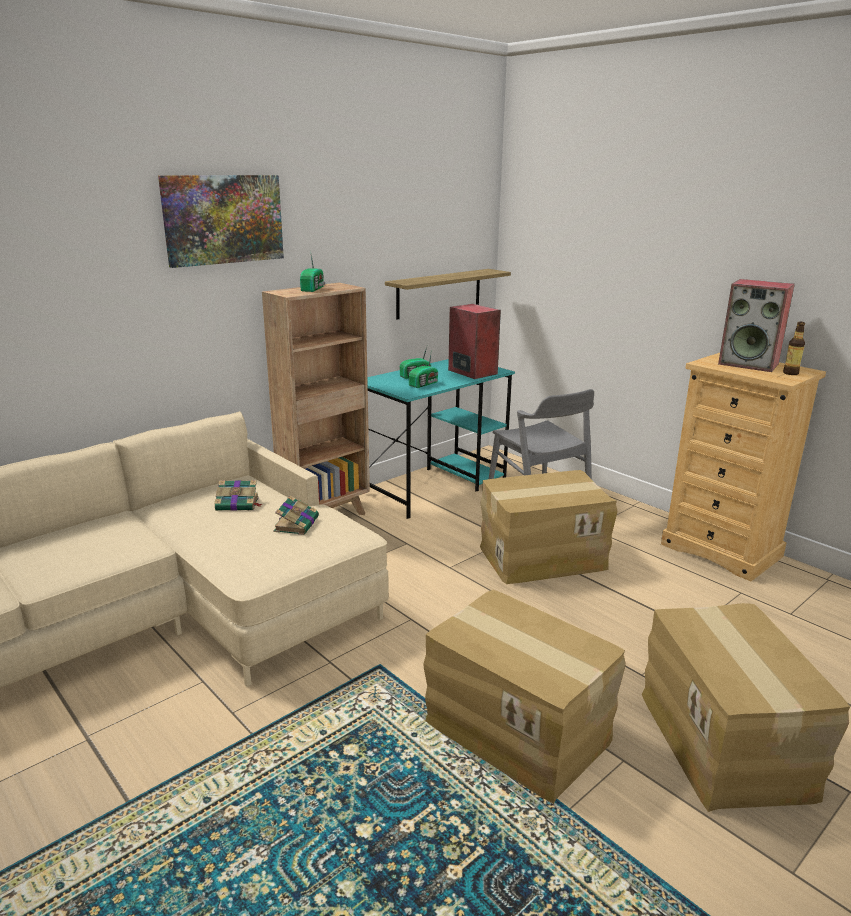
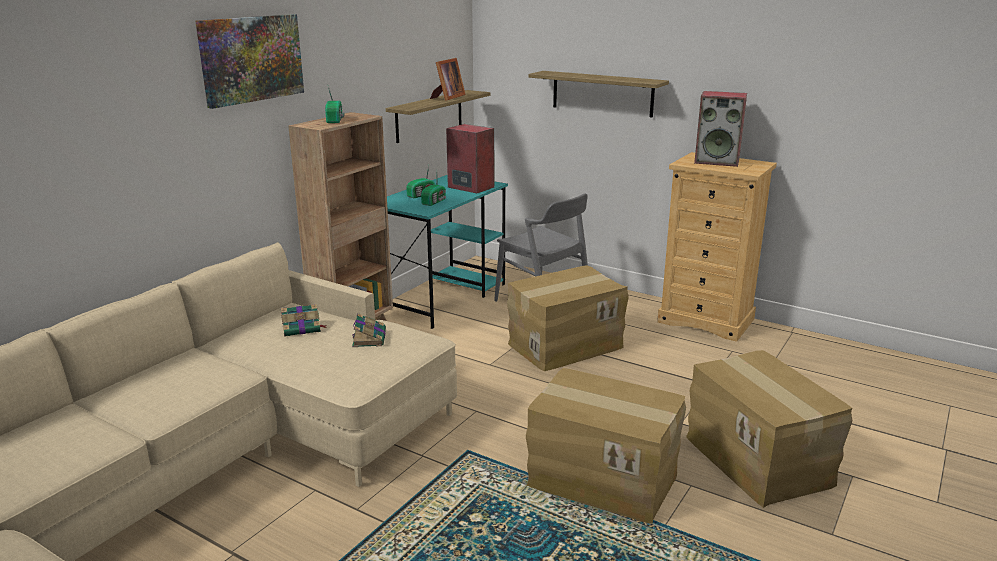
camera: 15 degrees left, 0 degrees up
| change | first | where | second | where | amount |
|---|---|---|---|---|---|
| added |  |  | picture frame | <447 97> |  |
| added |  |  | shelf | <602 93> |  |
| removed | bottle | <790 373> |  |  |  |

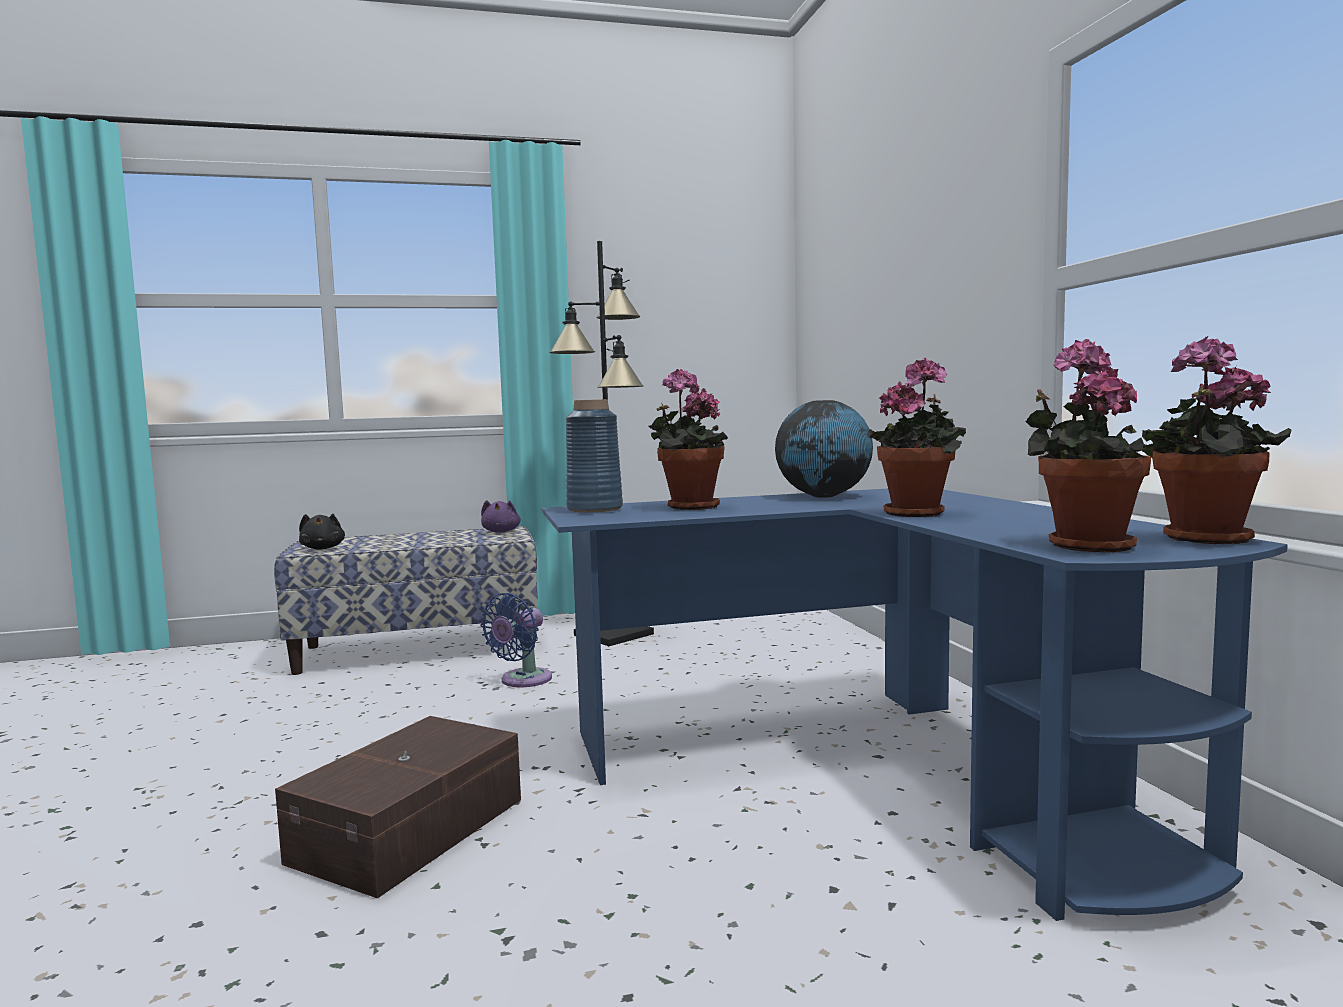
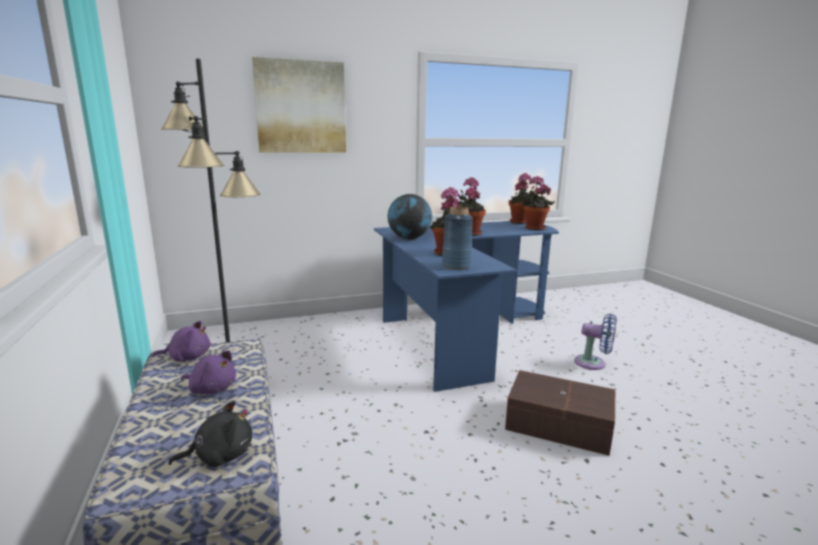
camera: 95 degrees left, 10 degrees up
| change | first | where | second | where | amount |
|---|---|---|---|---|---|
| added |  |  | plush toy (purple) | <211 389> |  |
| added |  |  | picture | <301 107> |  |
| moved | fan (blue) | <522 680> |  | <593 363> |  |

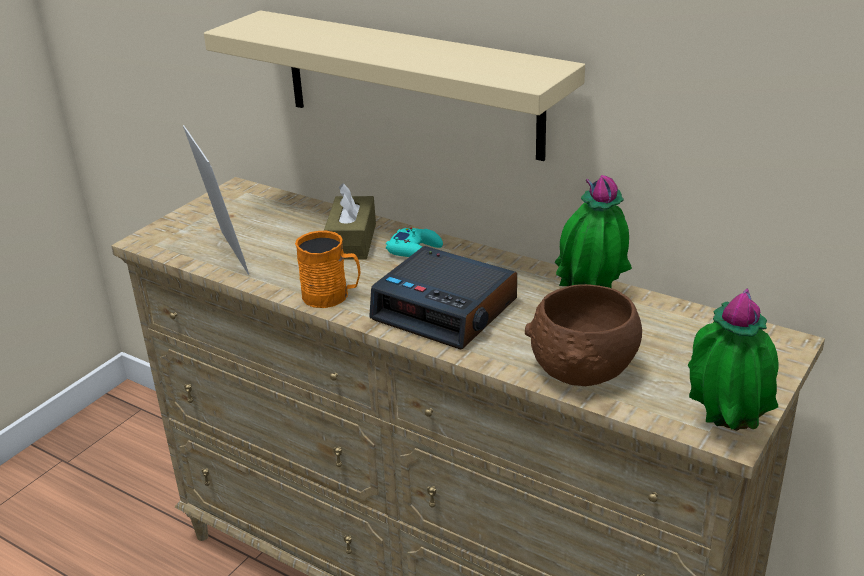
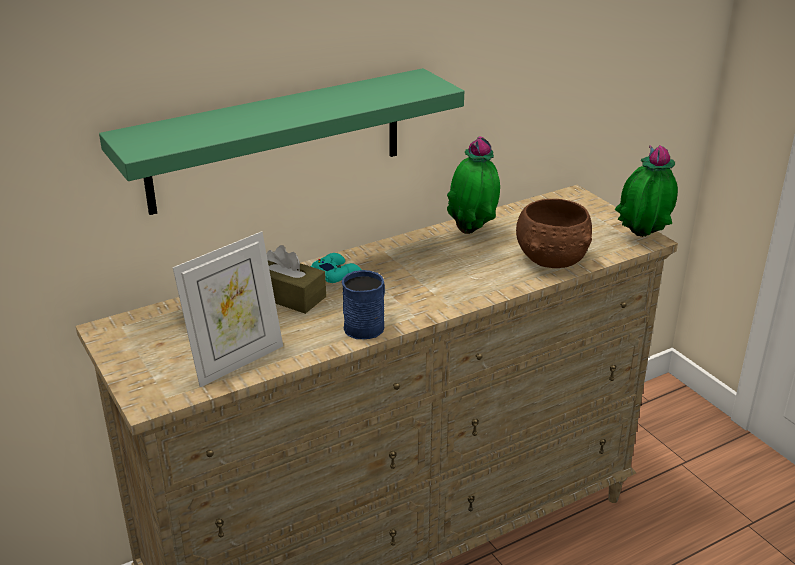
camera: 65 degrees left, 0 degrees up
| change | first | where | second | where | amount |
|---|---|---|---|---|---|
| recoloured | shelf (beige) | <410 83> | shelf (green) | <276 141> |  |
| turned | picture frame | <225 255> |  | <236 361> | 135 degrees clockwise |
| recoloured | mug (orange) | <332 296> | mug (blue) | <367 325> |  |
| removed | alarm clock | <446 310> |  |  |  |

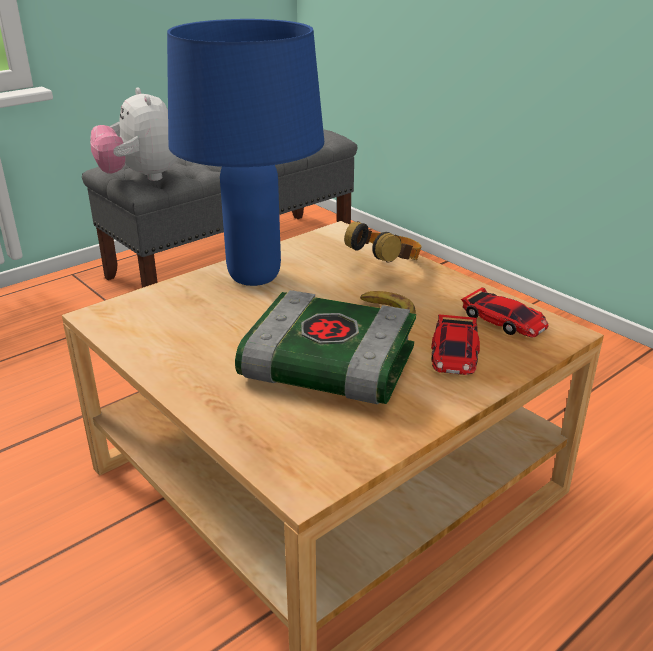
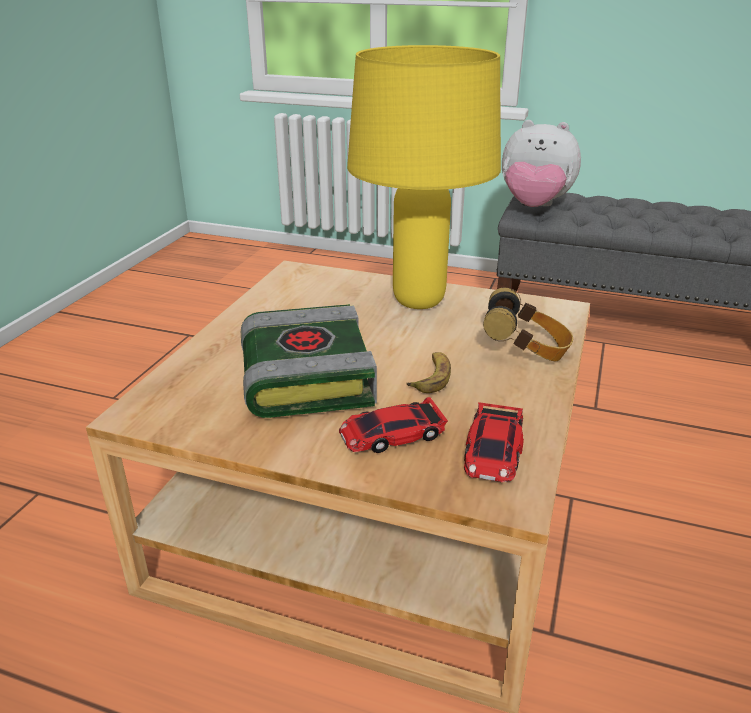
camera: 60 degrees right, 0 degrees up
| change | first | where | second | where | amount |
|---|---|---|---|---|---|
| recoloured | table lamp (blue) | <254 277> | table lamp (yellow) | <417 301> |  |
| turned | plush toy | <140 177> |  | <534 207> | 105 degrees counterclockwise |

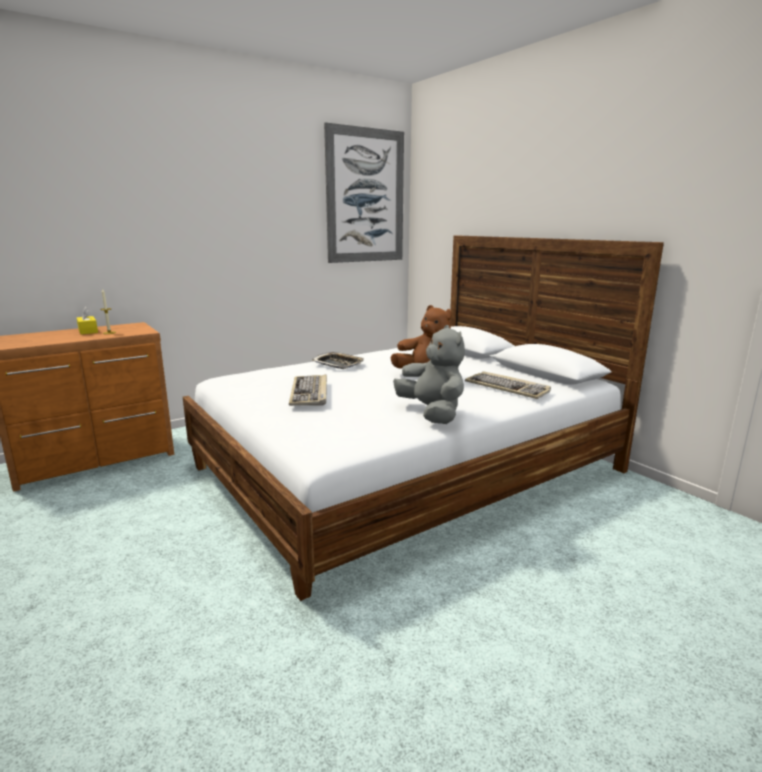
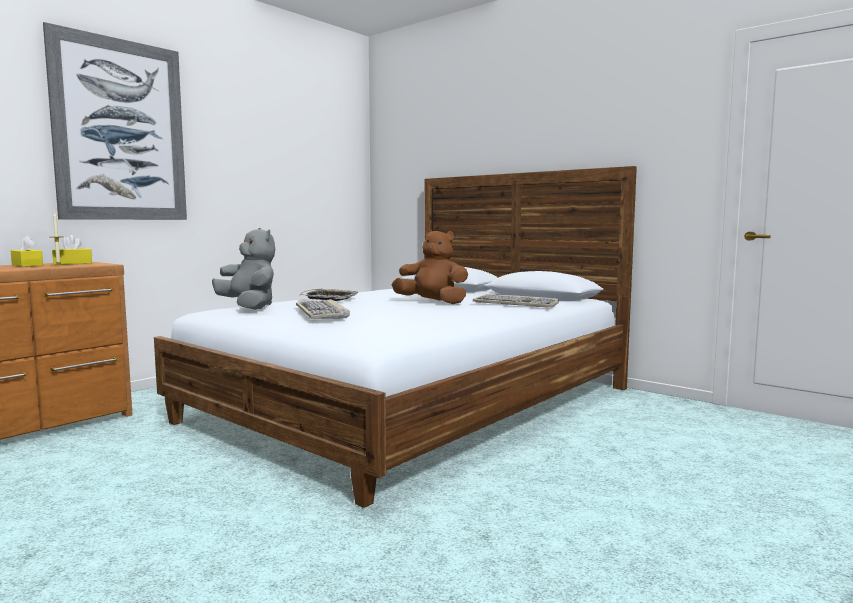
camera: 15 degrees left, 10 degrees down
| change | first | where | second | where | amount |
|---|---|---|---|---|---|
| moved | picture | <365 196> |  | <121 130> |  |
| added |  |  | tissue box (yellow) | <73 263> |  |
| moved | plush toy (grey) | <432 413> |  | <249 307> |  |

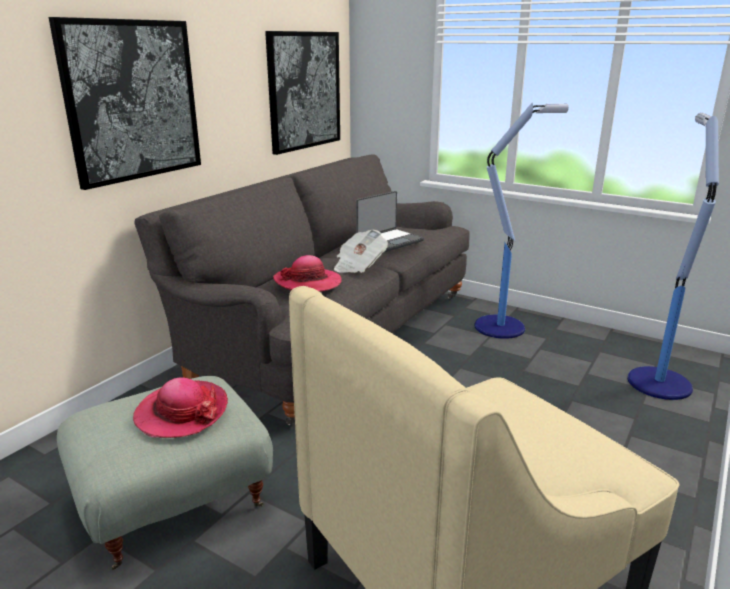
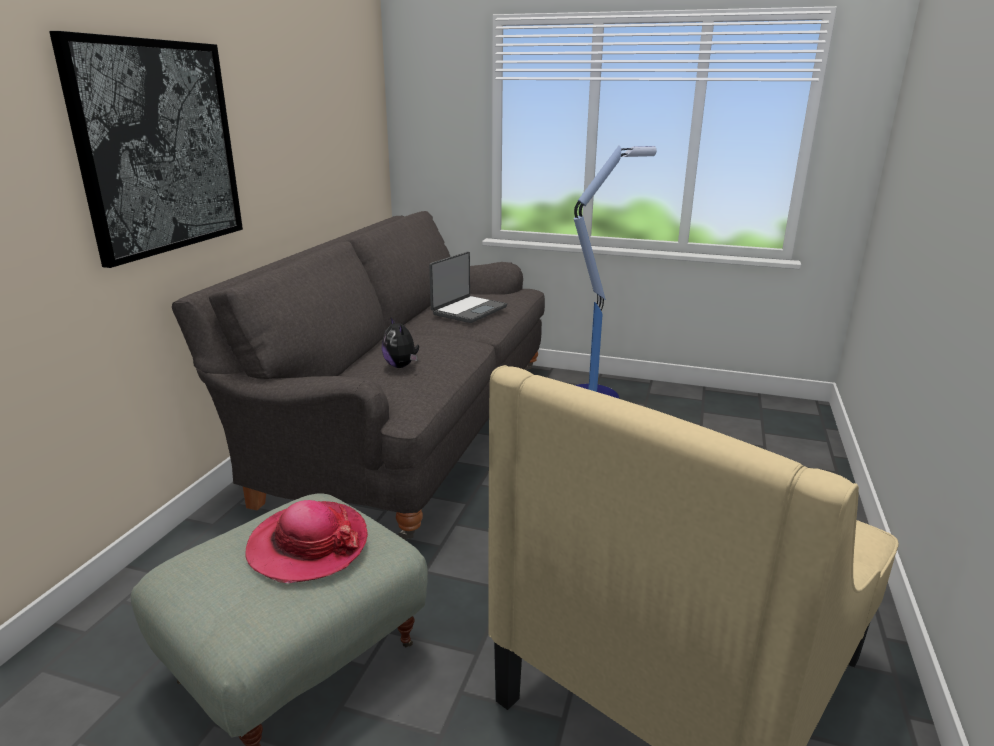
camera: 15 degrees left, 0 degrees up
| change | first | where | second | where | amount |
|---|---|---|---|---|---|
| replaced | hat | <308 282> | plush toy | <401 366> |  |
| removed | picture | <304 91> |  |  |  |
| removed | newspaper | <359 266> |  |  |  |
| removed | floor lamp | <658 382> |  |  |  |

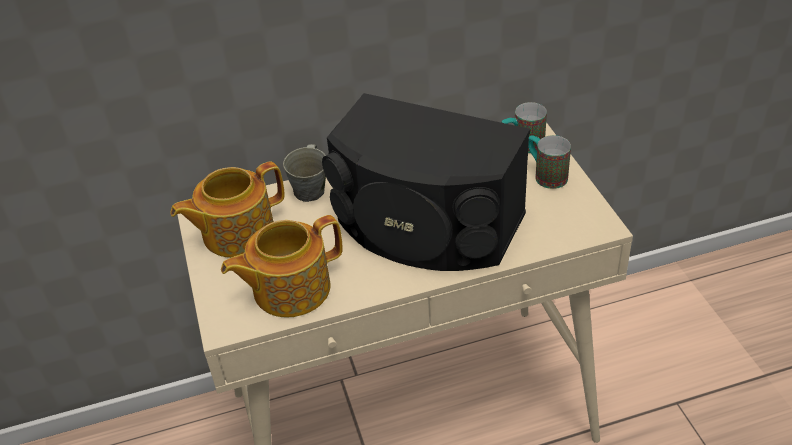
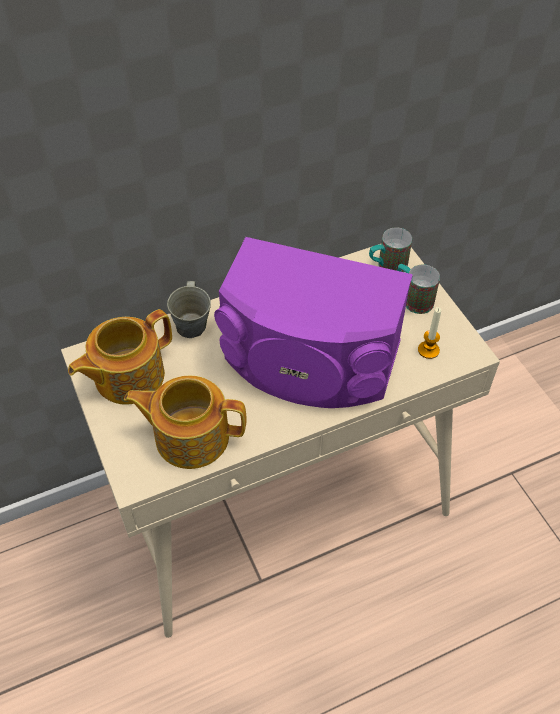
camera: 10 degrees left, 10 degrees up
| change | first | where | second | where | amount |
|---|---|---|---|---|---|
| turned | teapot | <289 289> |  | <190 436> | 45 degrees clockwise |
| recoloured | speaker (black) | <425 226> | speaker (purple) | <309 360> |  |
| added |  |  | candle | <428 350> |  |

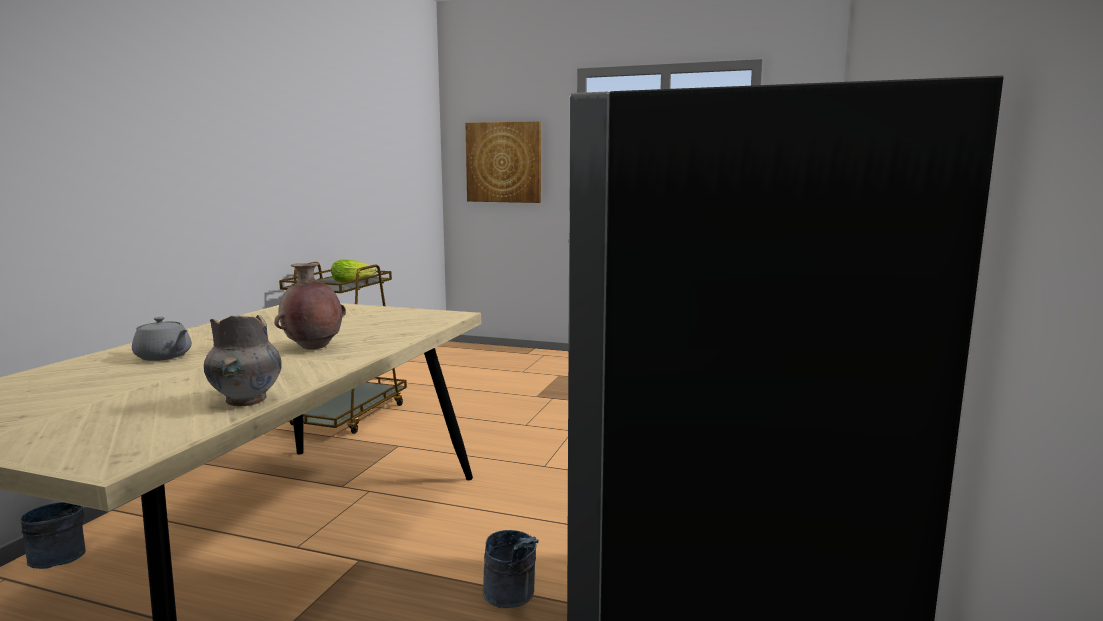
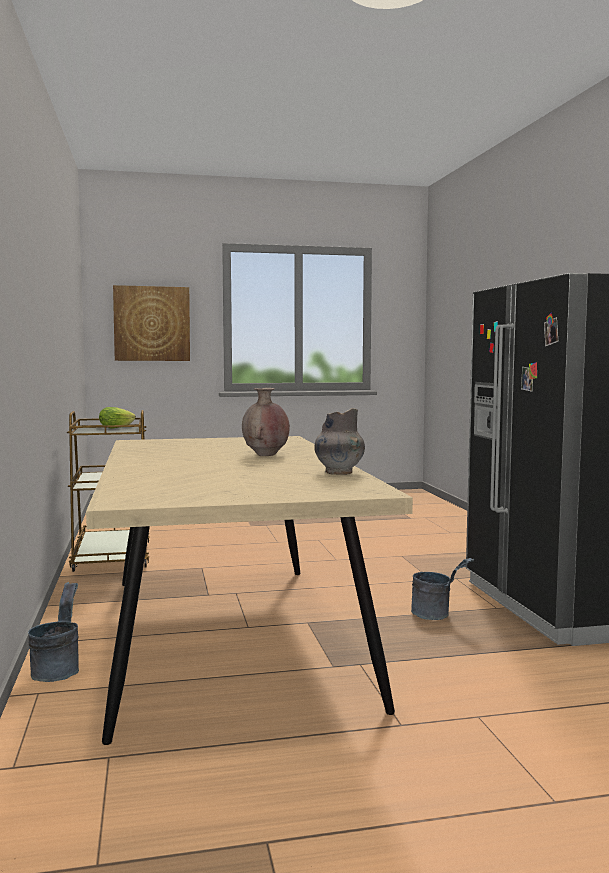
camera: 30 degrees left, 5 degrees down
| change | first | where | second | where | amount |
|---|---|---|---|---|---|
| removed | teapot (grey) | <164 357> |  |  |  |

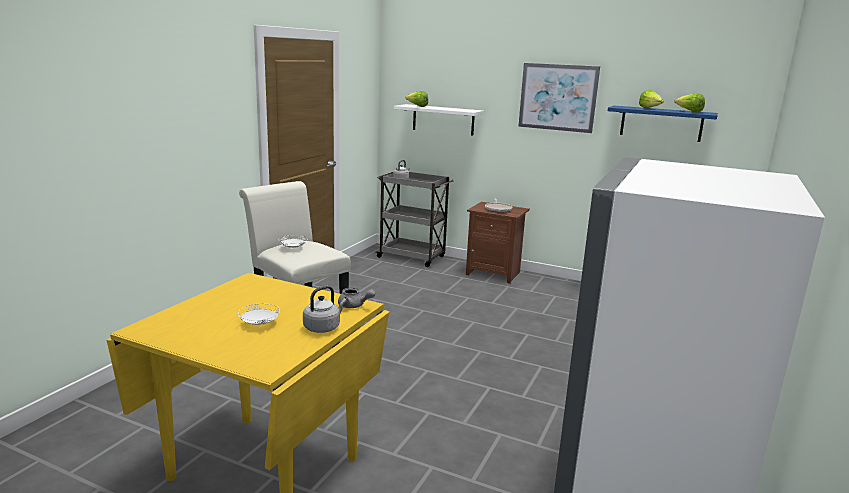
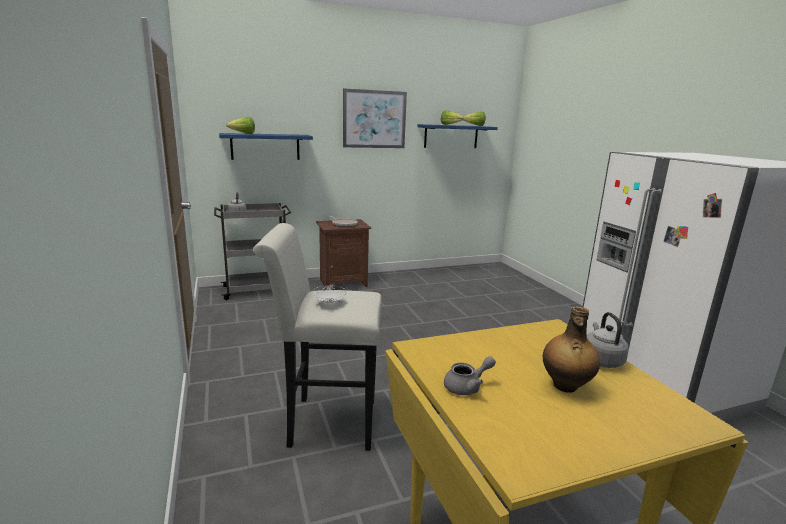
camera: 45 degrees left, 0 degrees up
| change | first | where | second | where | amount |
|---|---|---|---|---|---|
| recoloured | shelf (white) | <443 119> | shelf (blue) | <265 146> |  |
| moved | teapot (grey) | <354 306> |  | <467 387> |  |
| replaced | plate (white) | <259 324> | bottle | <565 386> |  |

